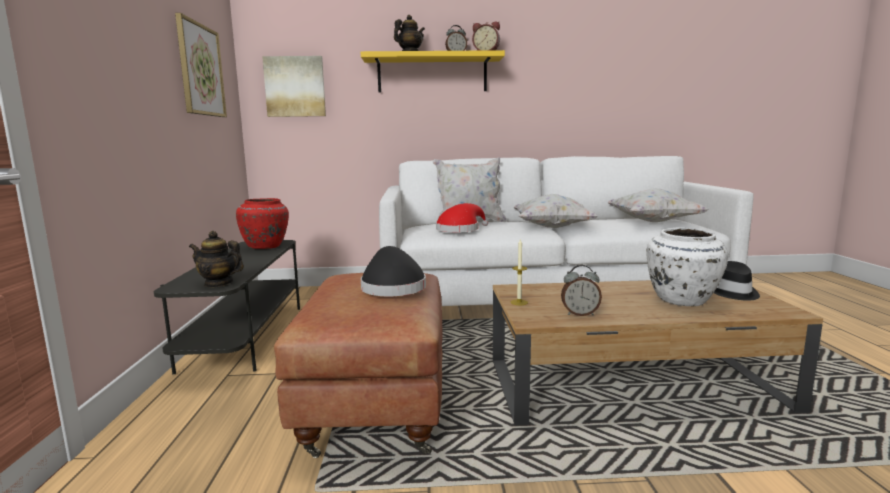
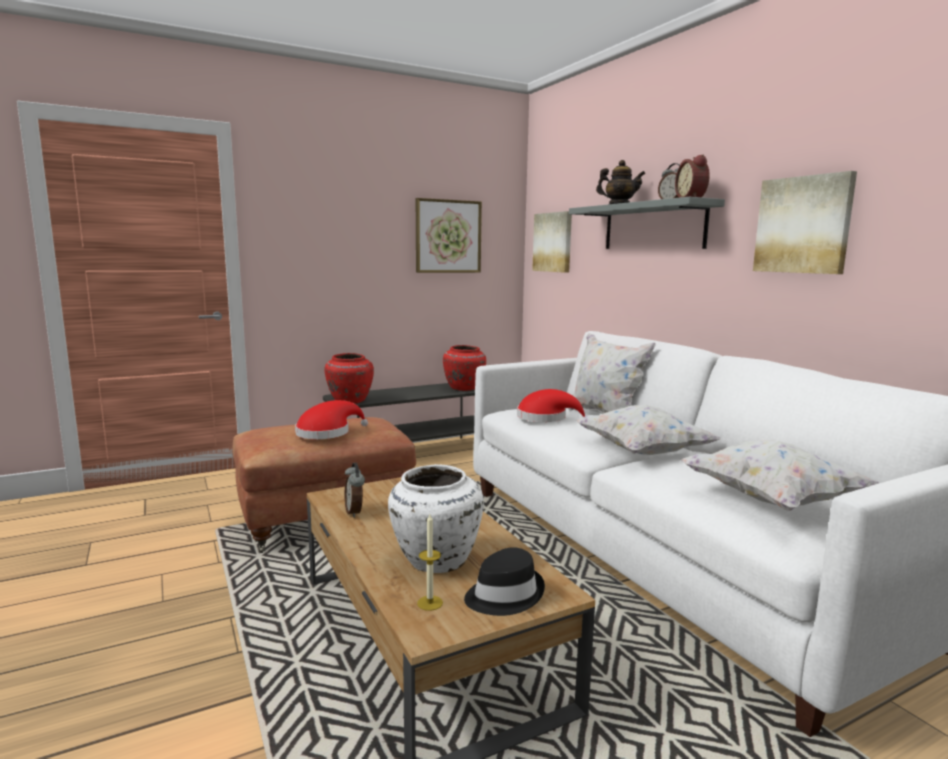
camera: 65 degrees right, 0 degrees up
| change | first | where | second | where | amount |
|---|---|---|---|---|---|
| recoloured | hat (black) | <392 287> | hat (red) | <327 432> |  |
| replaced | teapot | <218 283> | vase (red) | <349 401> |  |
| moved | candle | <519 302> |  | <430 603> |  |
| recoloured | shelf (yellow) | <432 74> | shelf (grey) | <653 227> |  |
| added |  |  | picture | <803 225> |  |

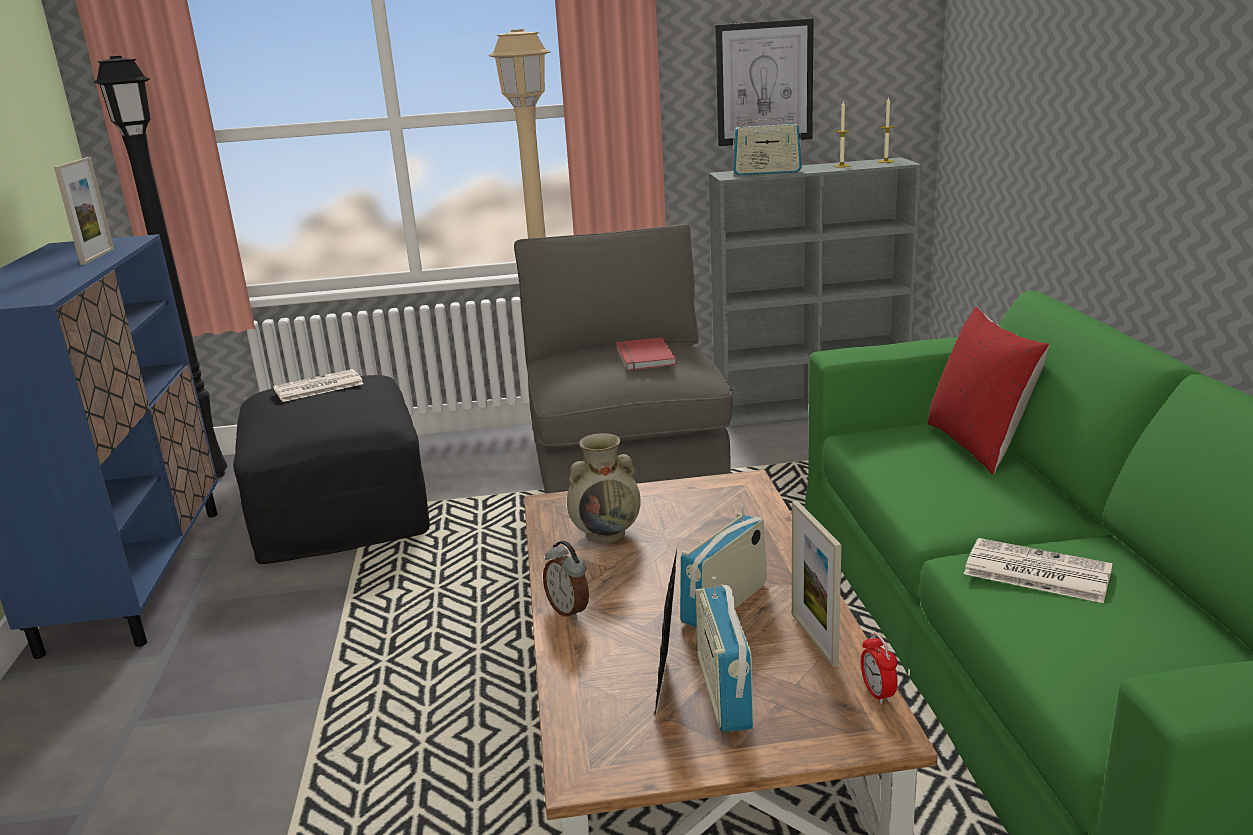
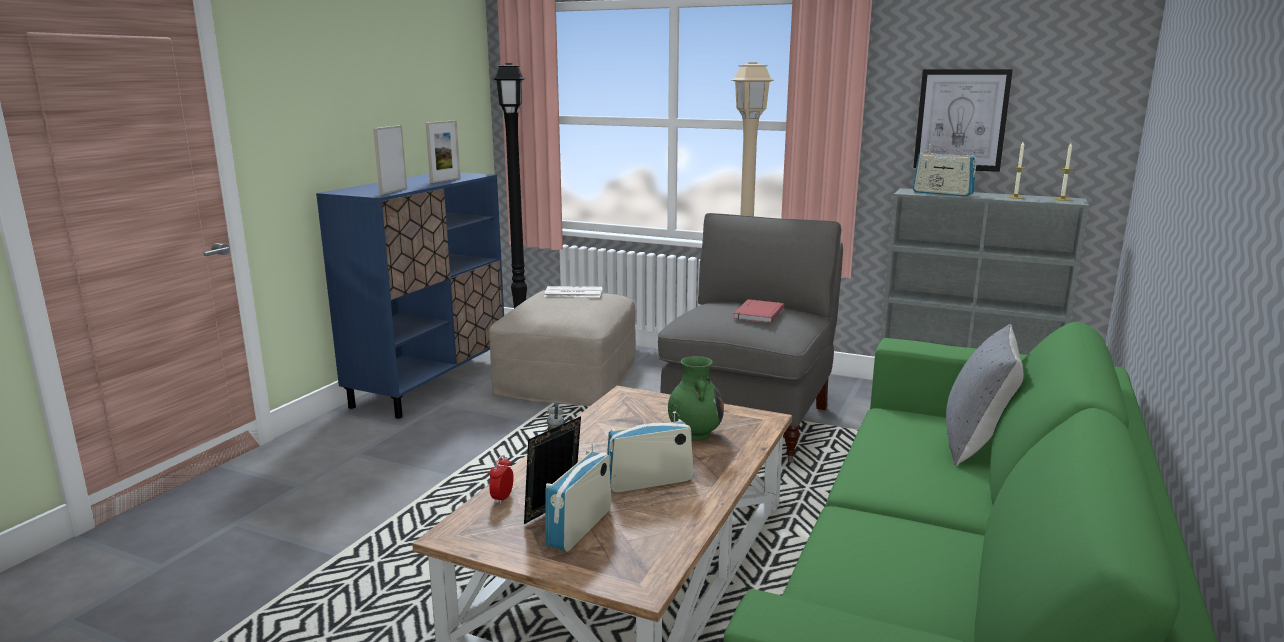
camera: 30 degrees right, 5 degrees down
| change | first | where | second | where | amount |
|---|---|---|---|---|---|
| moved | picture frame | <814 639> |  | <393 191> |  |
| recoloured | ottoman (black) | <338 506> | ottoman (beige) | <567 376> |  |
| moved | alarm clock | <877 693> |  | <502 498> |  |
| added |  |  | vase (green) | <695 433> |  |
| recoloured | pillow (red) | <979 445> | pillow (grey) | <976 444> |  |
| removed | vase (beige) | <607 533> |  |  |  |
| removed | newspaper | <1035 571> |  |  |  |

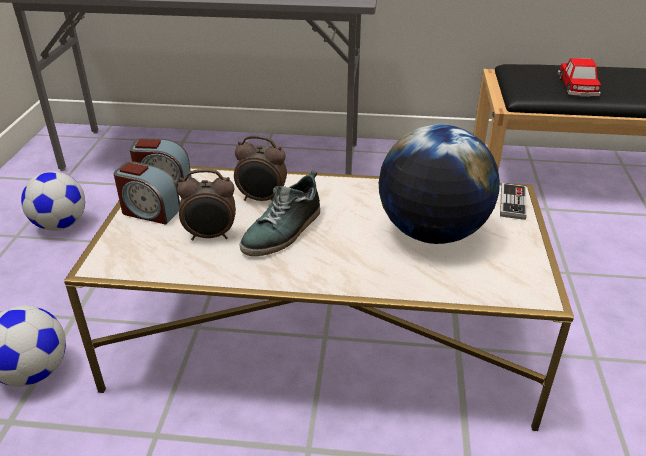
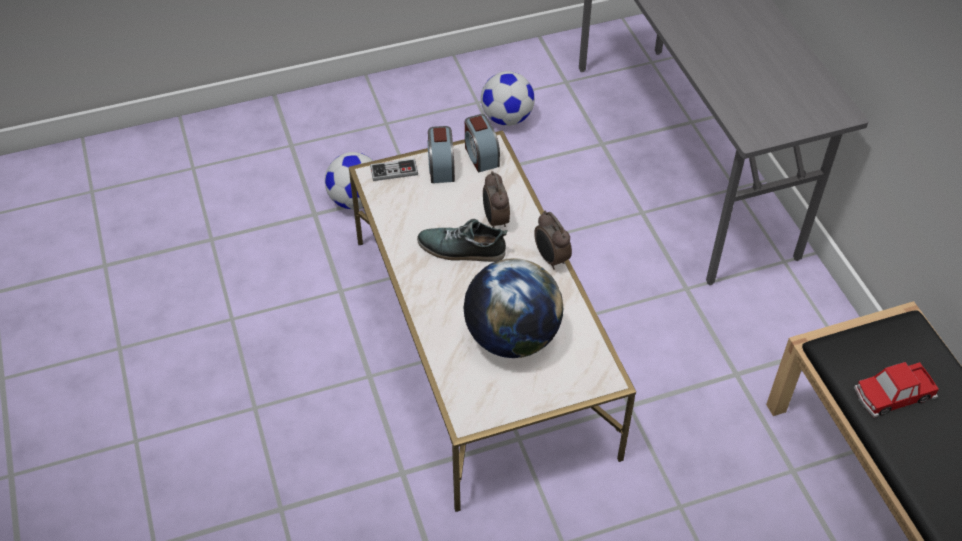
camera: 65 degrees right, 15 degrees up
| change | first | where | second | where | amount |
|---|---|---|---|---|---|
| moved | game controller | <512 203> |  | <394 171> |  |
| moved | alarm clock | <211 236> |  | <551 259> |  |

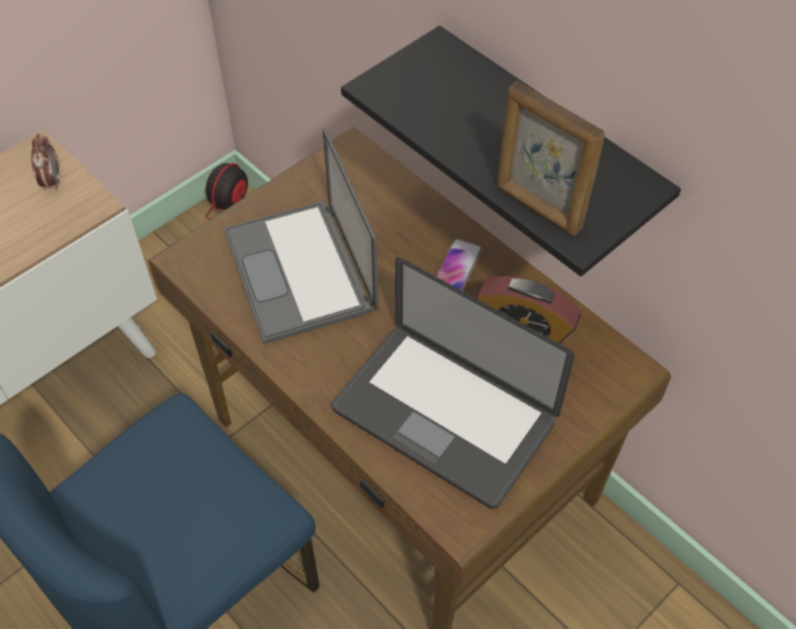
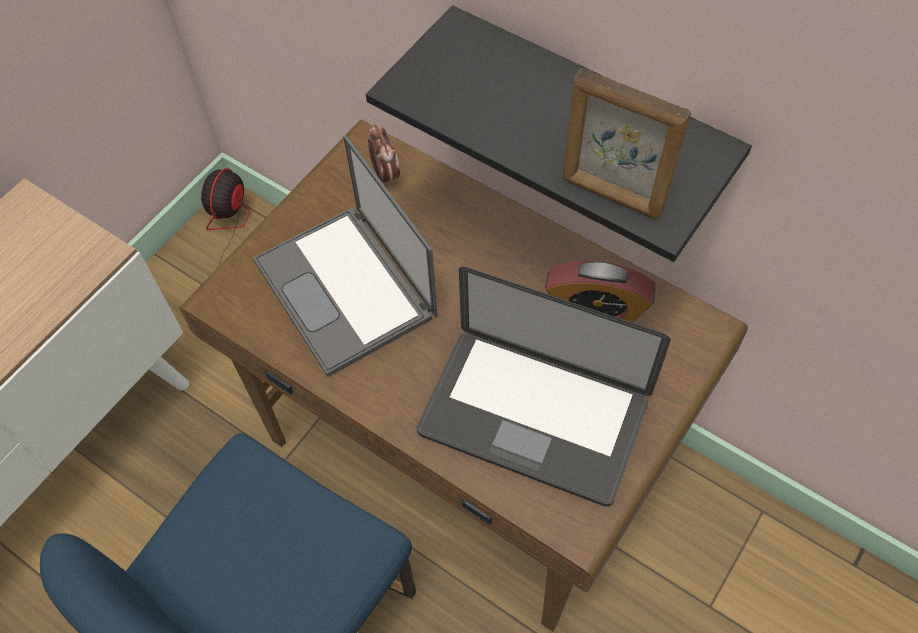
camera: 10 degrees left, 5 degrees up
| change | first | where | second | where | amount |
|---|---|---|---|---|---|
| moved | alarm clock | <51 181> |  | <385 174> |  |
| removed | phone | <457 266> |  |  |  |

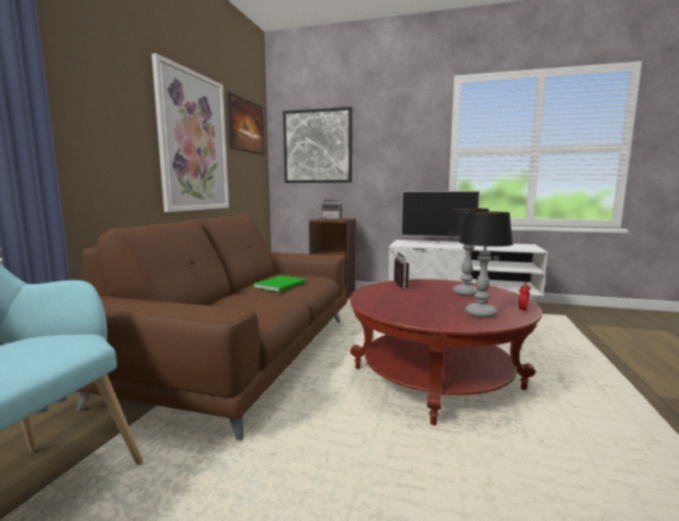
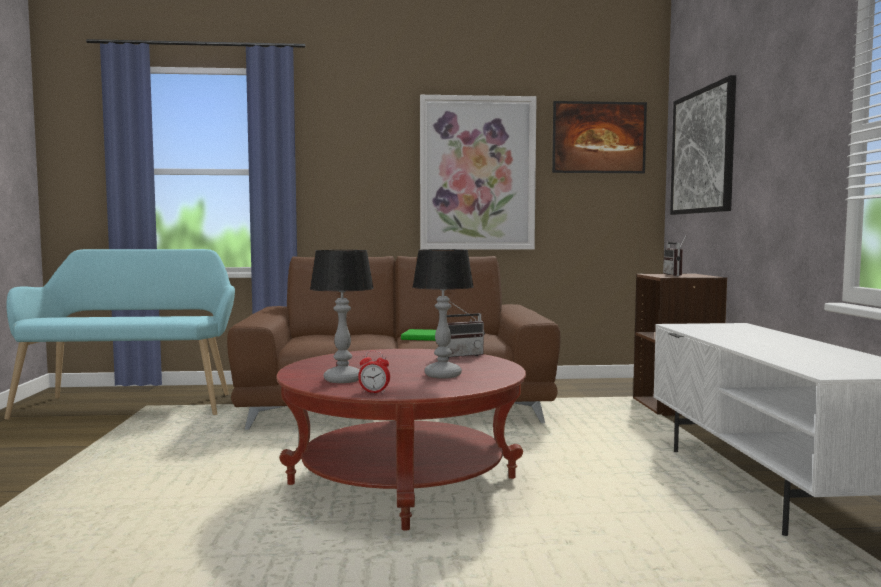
camera: 70 degrees right, 5 degrees down
| change | first | where | second | where | amount |
|---|---|---|---|---|---|
| removed | television | <437 243> |  |  |  |

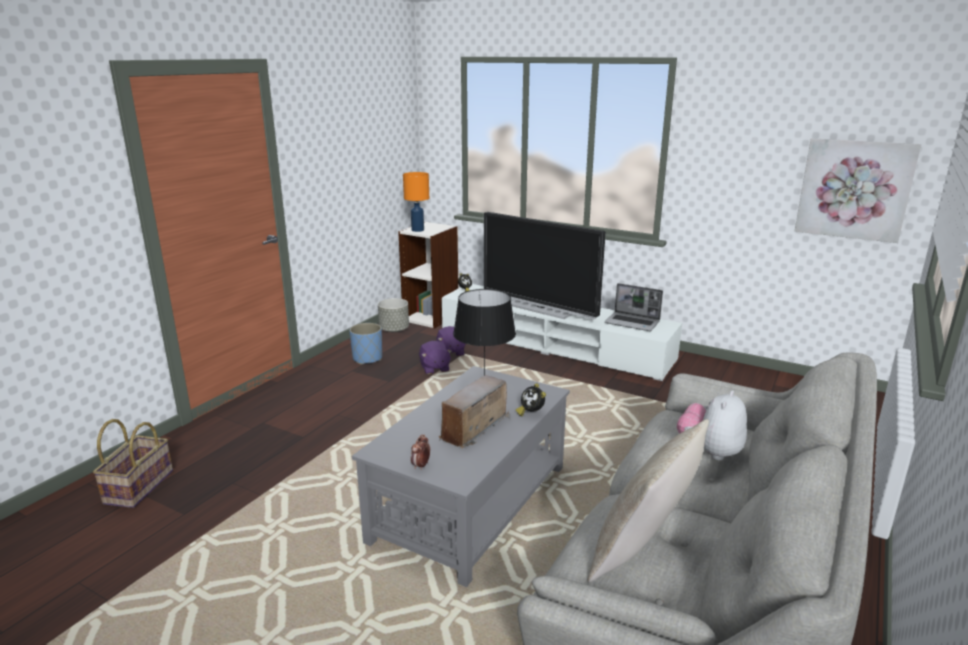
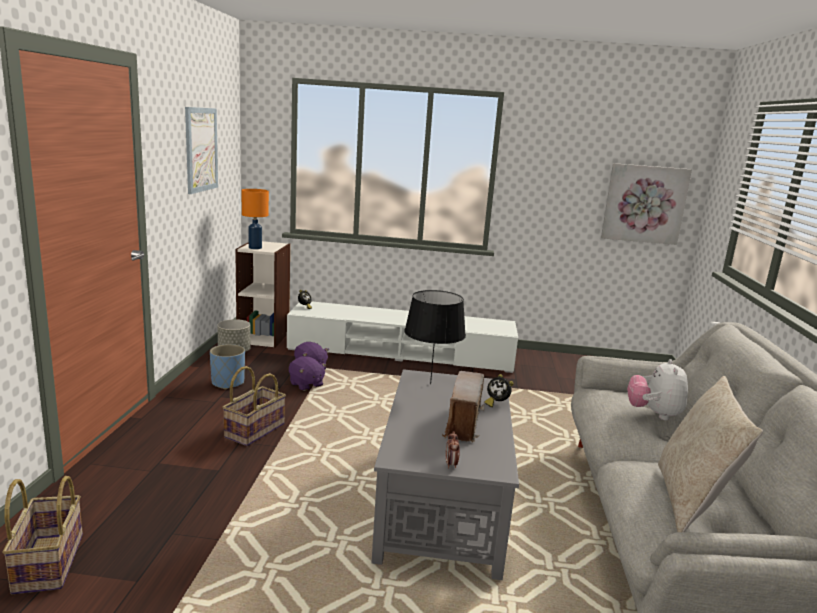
camera: 25 degrees left, 5 degrees down
| change | first | where | second | where | amount |
|---|---|---|---|---|---|
| added |  |  | picture | <201 149> |  |
| added |  |  | basket | <254 430> |  |
| removed | television | <540 308> |  |  |  |
| removed | laptop | <633 323> |  |  |  |

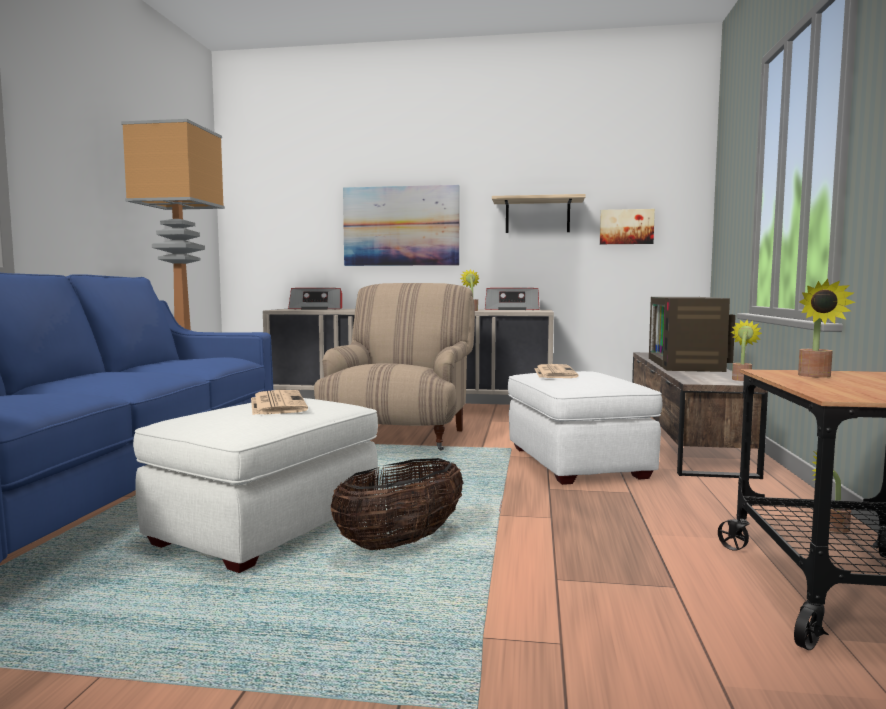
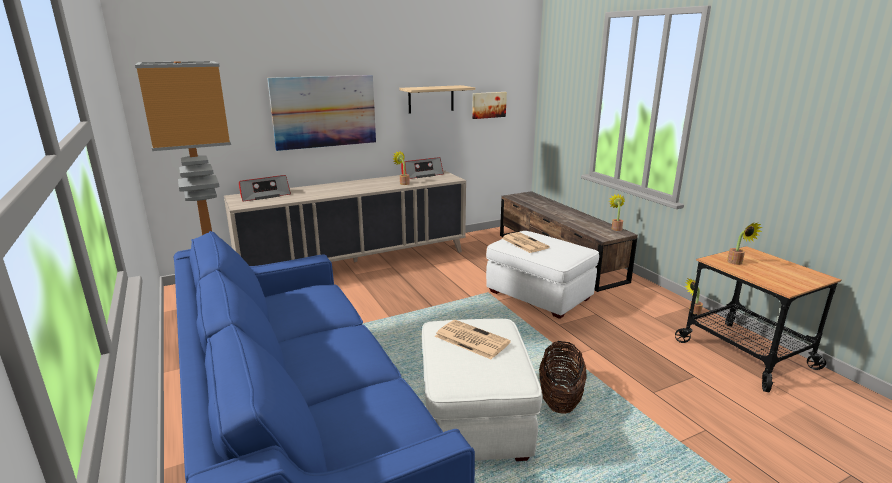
camera: 35 degrees left, 15 degrees up
| change | first | where | second | where | amount |
|---|---|---|---|---|---|
| removed | armchair (beige) | <400 437> |  |  |  |
| removed | television | <688 364> |  |  |  |

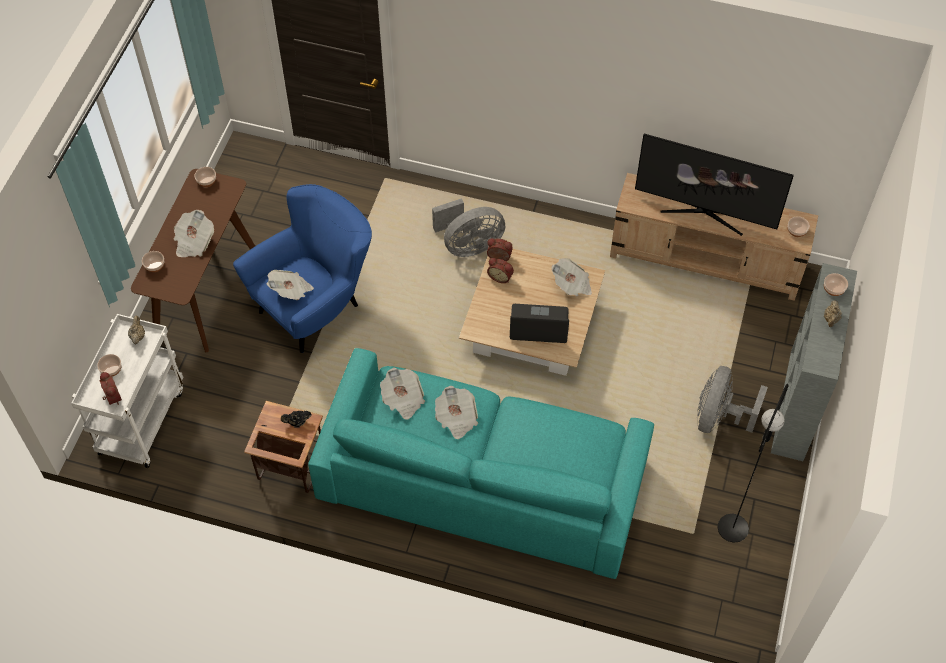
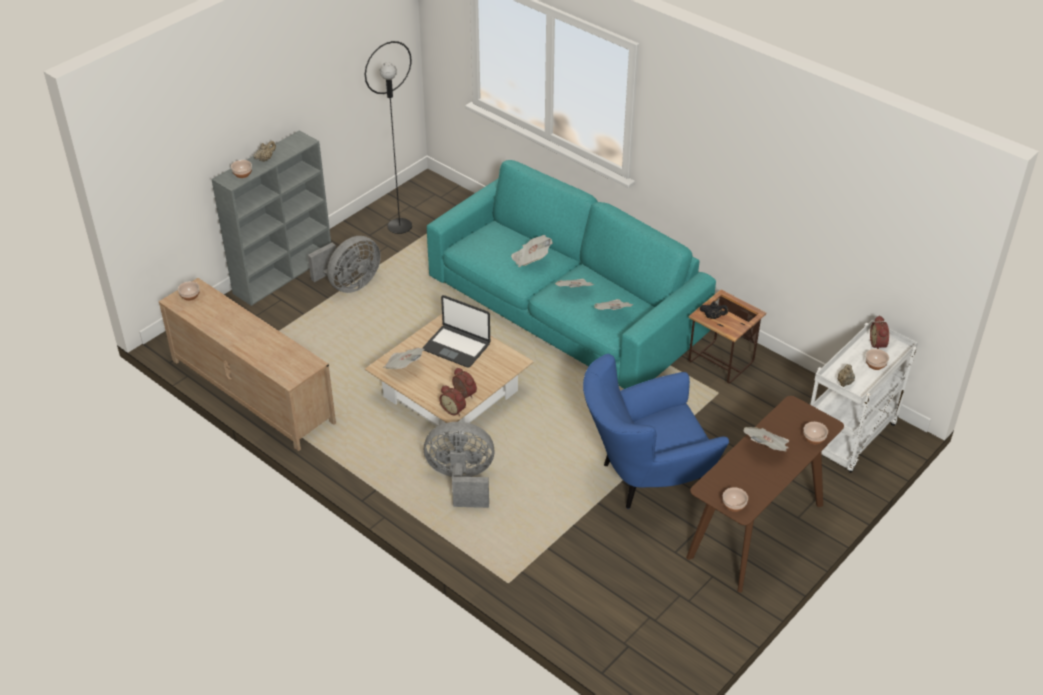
camera: 155 degrees left, 15 degrees down
| change | first | where | second | where | amount |
|---|---|---|---|---|---|
| moved | newspaper | <291 291> |  | <531 259> |  |
| removed | television | <704 213> |  |  |  |

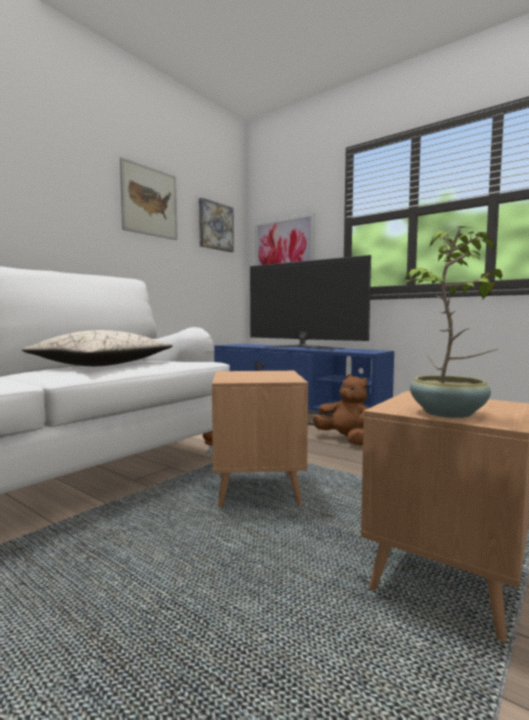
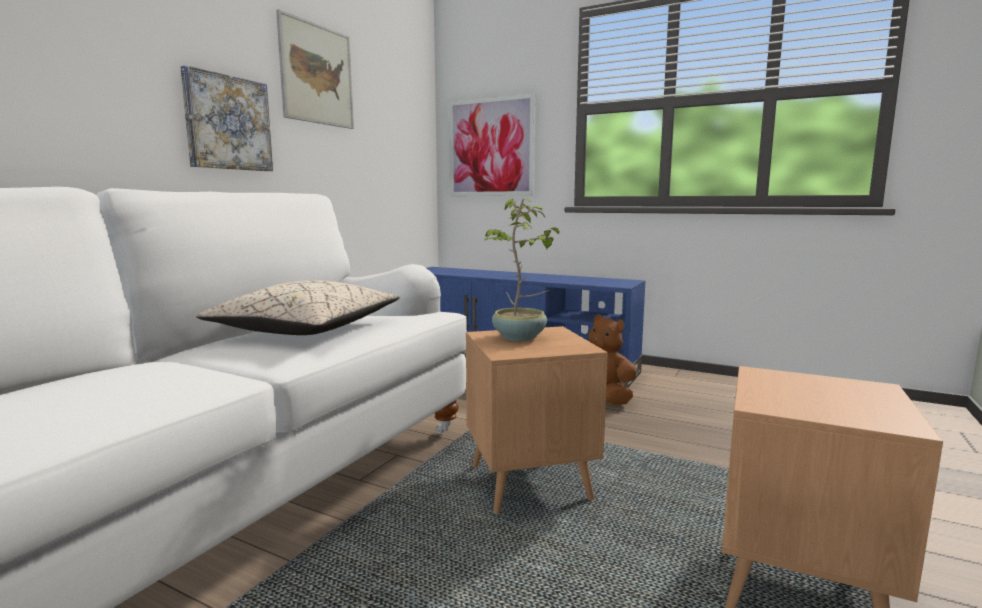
camera: 10 degrees left, 5 degrees up
| change | first | where | second | where | amount |
|---|---|---|---|---|---|
| moved | picture | <215 226> |  | <227 123> |  |
| moved | potted plant | <450 413> |  | <520 337> |  |
| removed | television | <303 348> |  |  |  |

